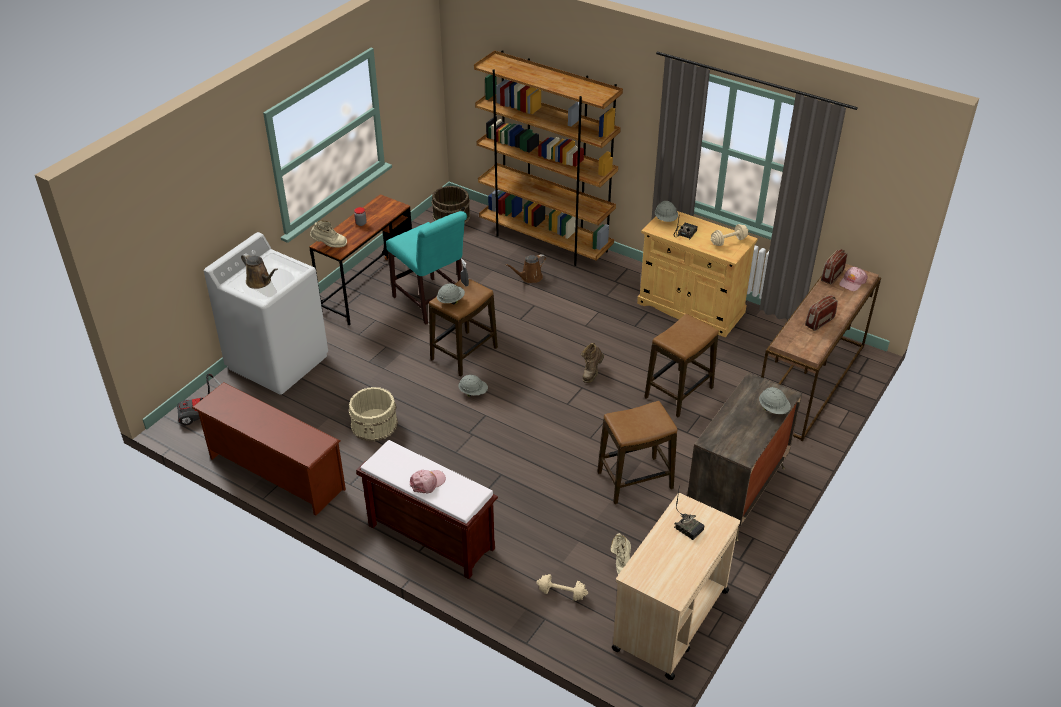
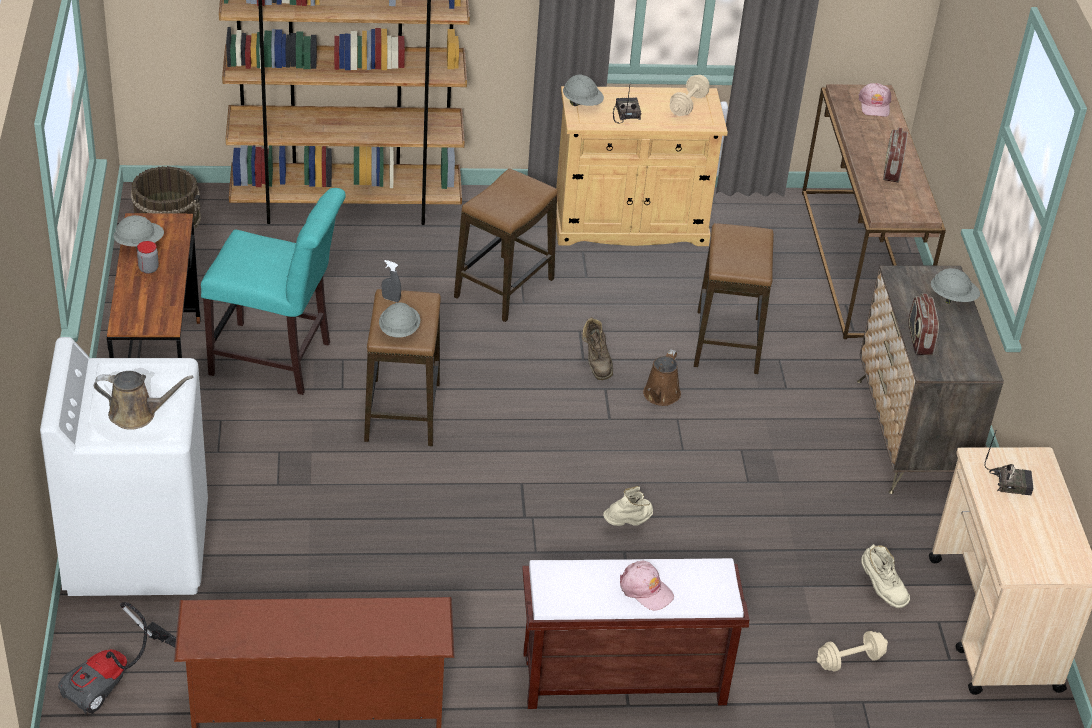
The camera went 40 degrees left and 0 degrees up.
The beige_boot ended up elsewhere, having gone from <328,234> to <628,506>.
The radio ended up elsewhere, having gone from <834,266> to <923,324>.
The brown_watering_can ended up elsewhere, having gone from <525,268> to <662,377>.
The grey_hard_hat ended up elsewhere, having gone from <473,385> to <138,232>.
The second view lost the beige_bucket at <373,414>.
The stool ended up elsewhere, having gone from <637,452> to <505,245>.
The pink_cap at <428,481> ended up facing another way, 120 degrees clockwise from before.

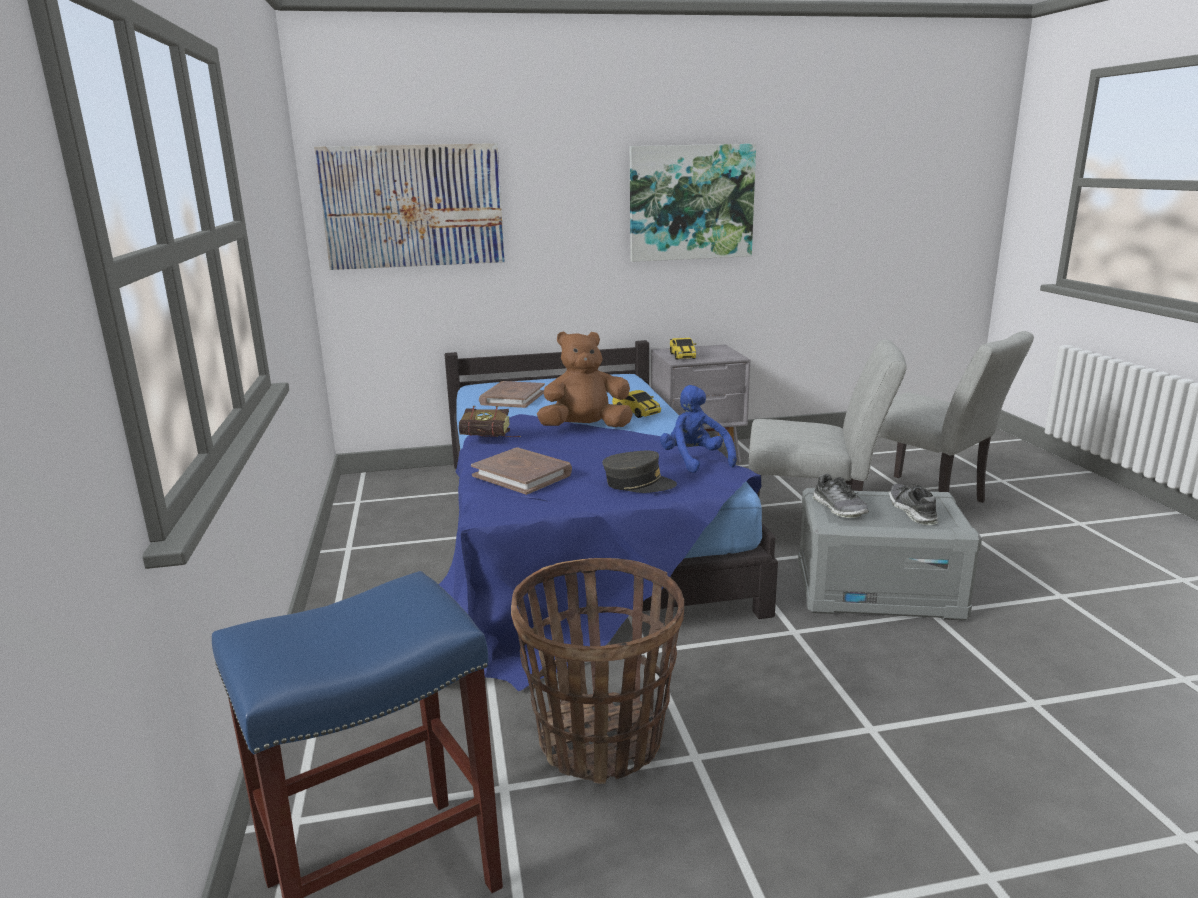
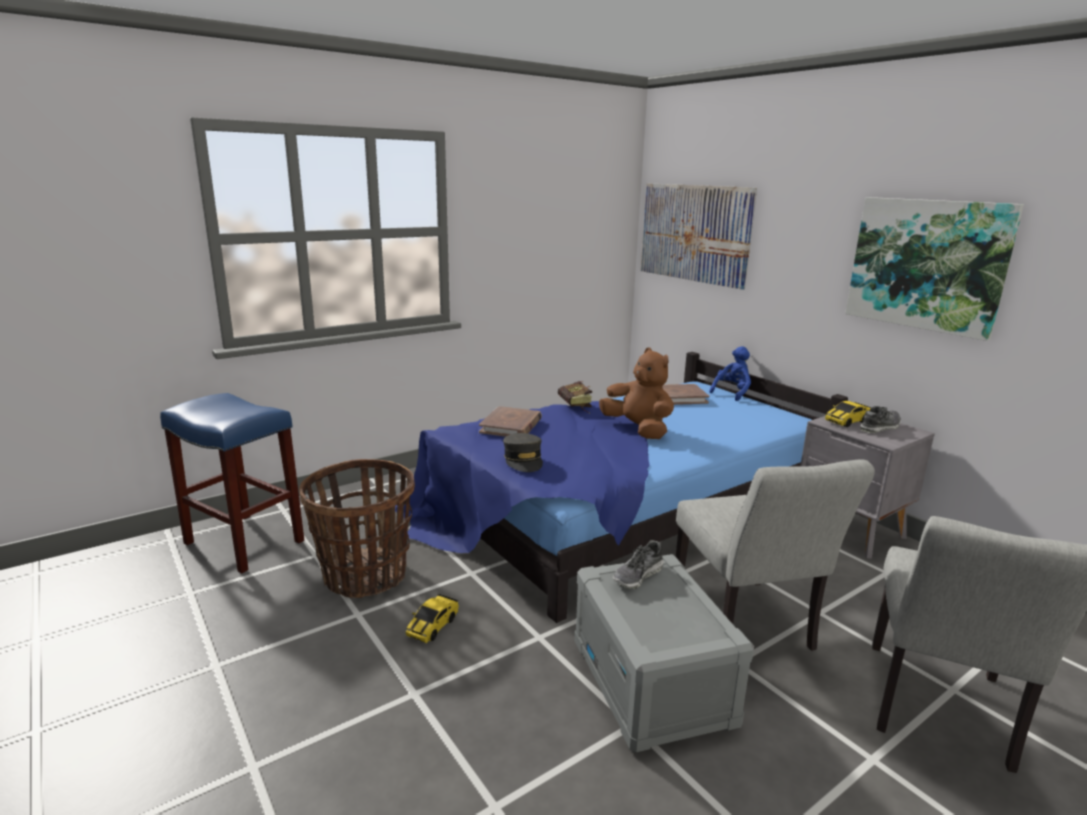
The camera went 65 degrees right and 0 degrees up.
The blue_plush_toy ended up elsewhere, having gone from <698,429> to <730,373>.
The toy_car ended up elsewhere, having gone from <636,404> to <432,618>.
The shoe ended up elsewhere, having gone from <913,504> to <880,420>.

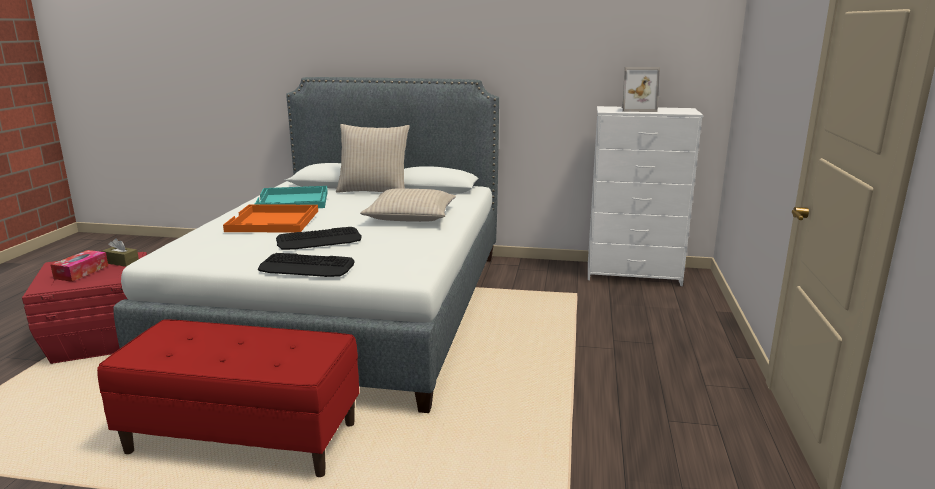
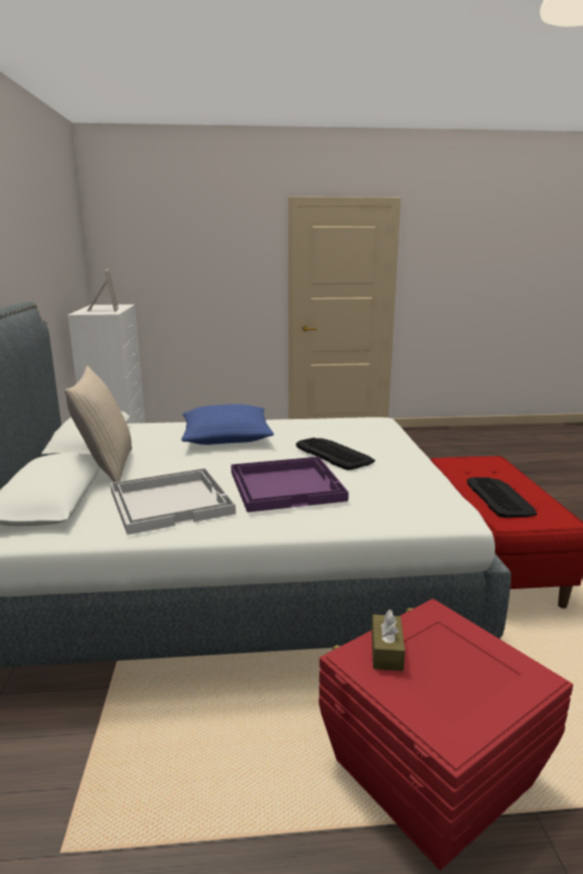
The camera went 105 degrees left and 0 degrees up.
What was the turquoise_tray at <291,197> turned into the white_tray at <173,501>.
What was the beige_pillow at <408,205> turned into the blue_pillow at <227,424>.
What was the orange_tray at <270,218> turned into the purple_tray at <290,484>.
The second view lost the tissue_box at <79,266>.
The keyboard ended up elsewhere, having gone from <306,265> to <502,497>.

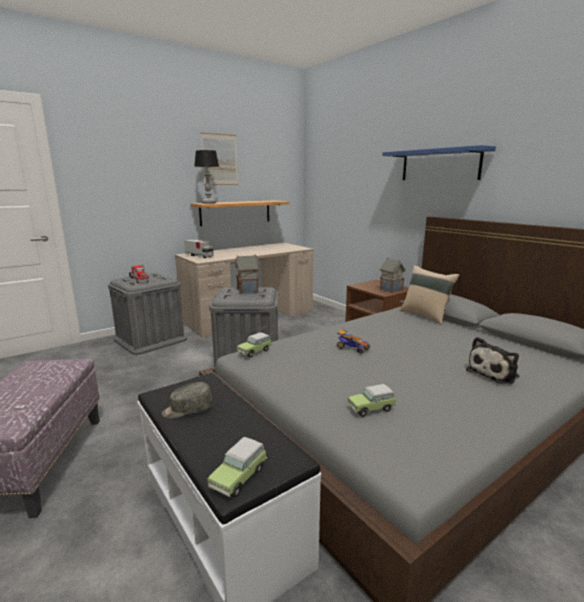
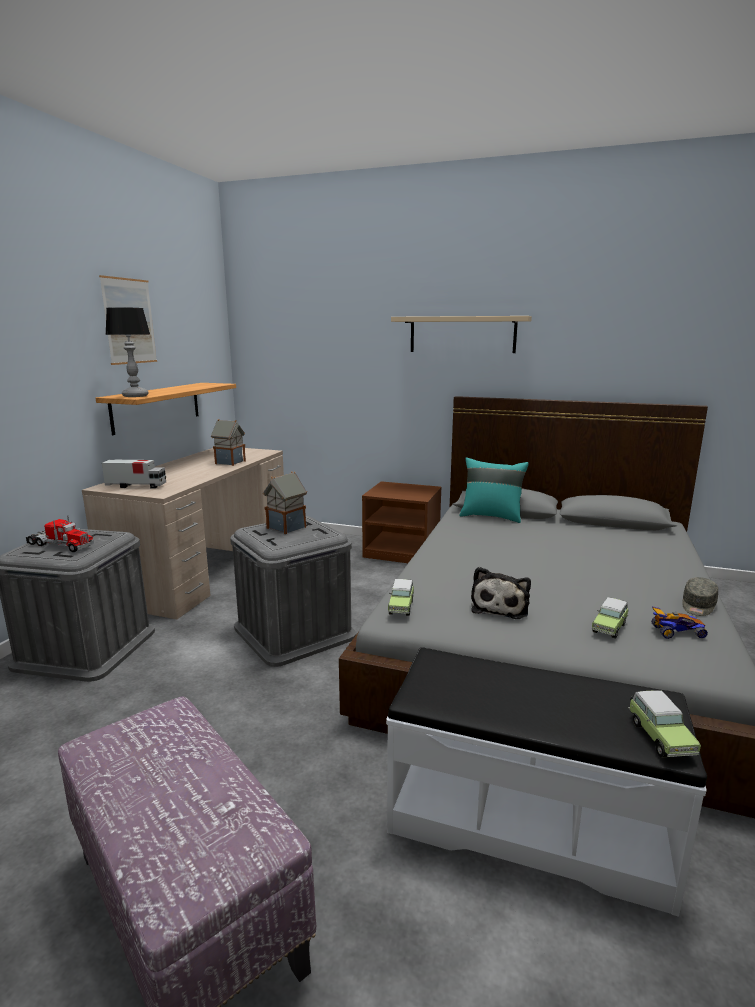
The camera went 35 degrees left and 0 degrees up.
What was the blue_shelf at <439,162> turned into the beige_shelf at <461,334>.
The toy_house ended up elsewhere, having gone from <393,275> to <228,442>.
What was the beige_pillow at <429,295> turned into the turquoise_pillow at <494,490>.
The toy_car ended up elsewhere, having gone from <353,341> to <679,622>.
The plush_toy ended up elsewhere, having gone from <492,360> to <501,593>.
The grey_cap ended up elsewhere, having gone from <187,400> to <700,596>.

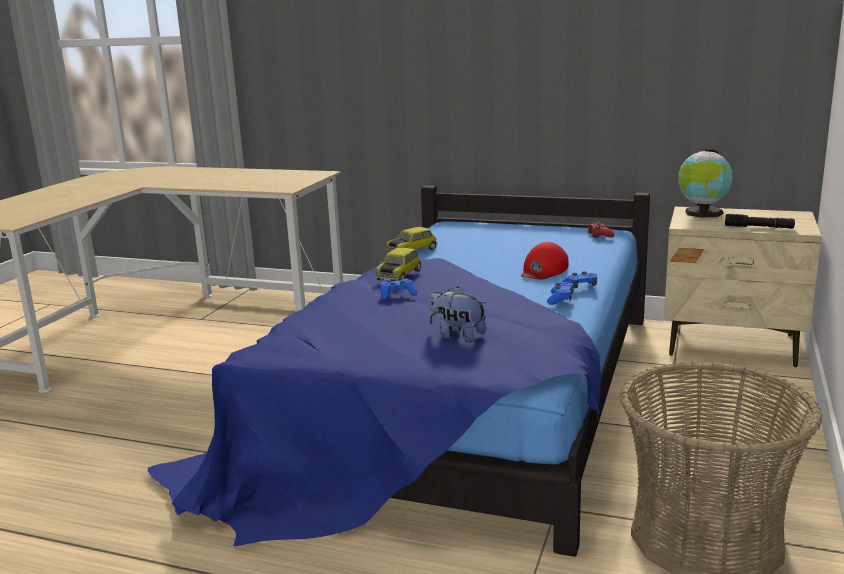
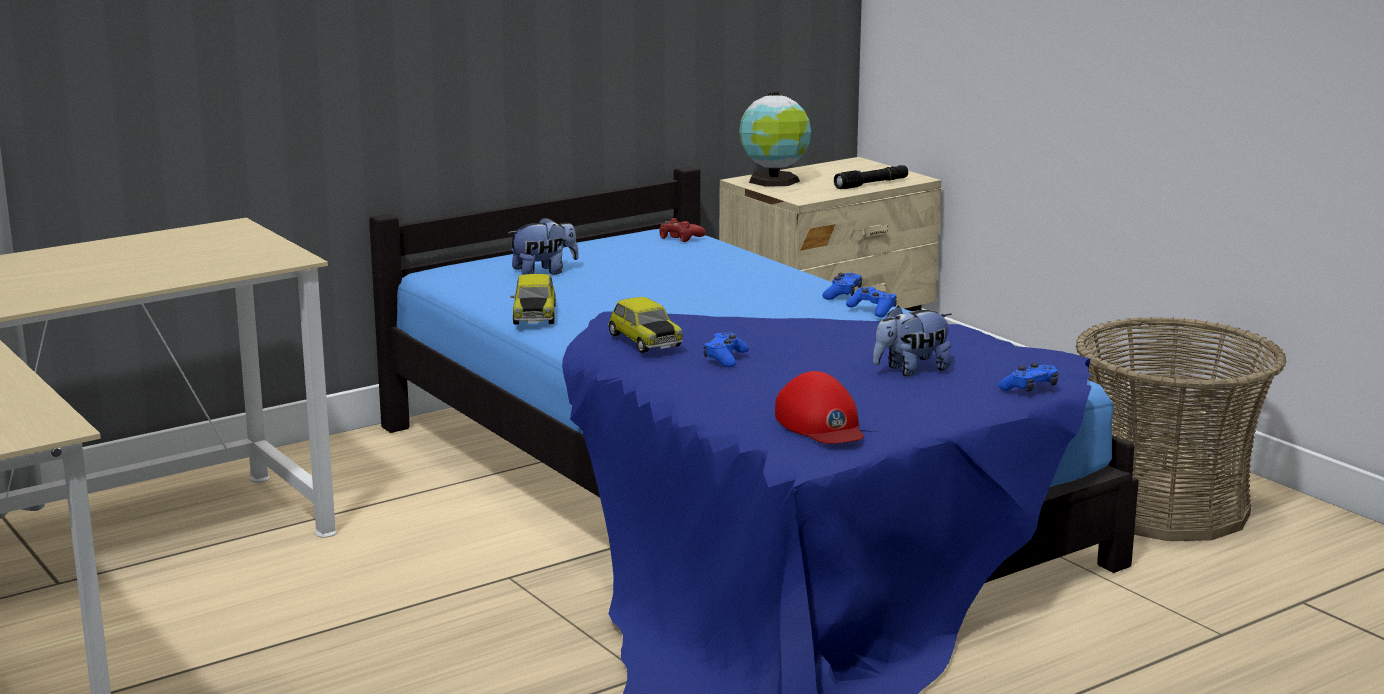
The camera went 55 degrees left and 0 degrees up.
The red_cap ended up elsewhere, having gone from <544,260> to <819,407>.
The second view gained the plush_toy at <543,246>.
The second view gained the blue_game_controller at <1028,377>.

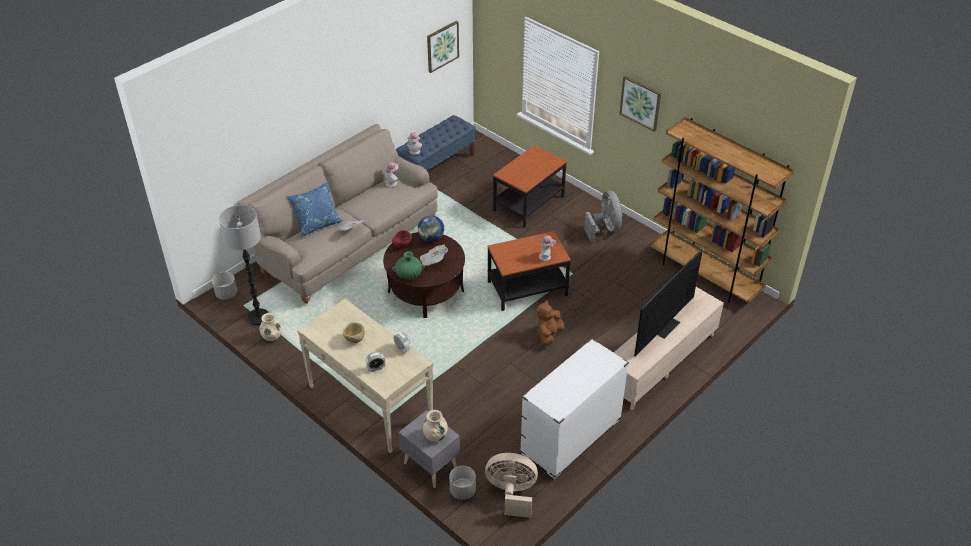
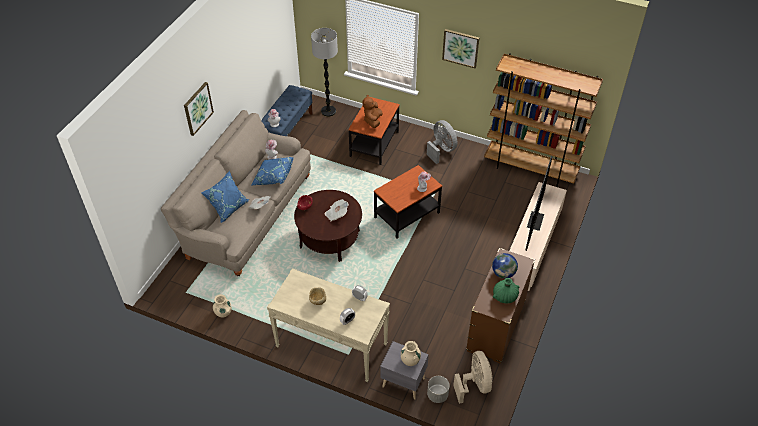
The camera went 20 degrees left and 5 degrees up.
The picture ended up elsewhere, having gone from <443,47> to <199,109>.
The floor_lamp ended up elsewhere, having gone from <244,265> to <324,72>.
The globe ended up elsewhere, having gone from <431,228> to <505,266>.
The green_vase ended up elsewhere, having gone from <408,265> to <506,290>.
The second view lost the grey_planter at <224,286>.
The brown_plush_toy ended up elsewhere, having gone from <551,323> to <373,111>.
What was the white_dresser at <574,409> turned into the brown_dresser at <500,305>.
The beige_fan at <511,485> ended up facing another way, 90 degrees clockwise from before.
The second view gained the blue_pillow at <272,171>.

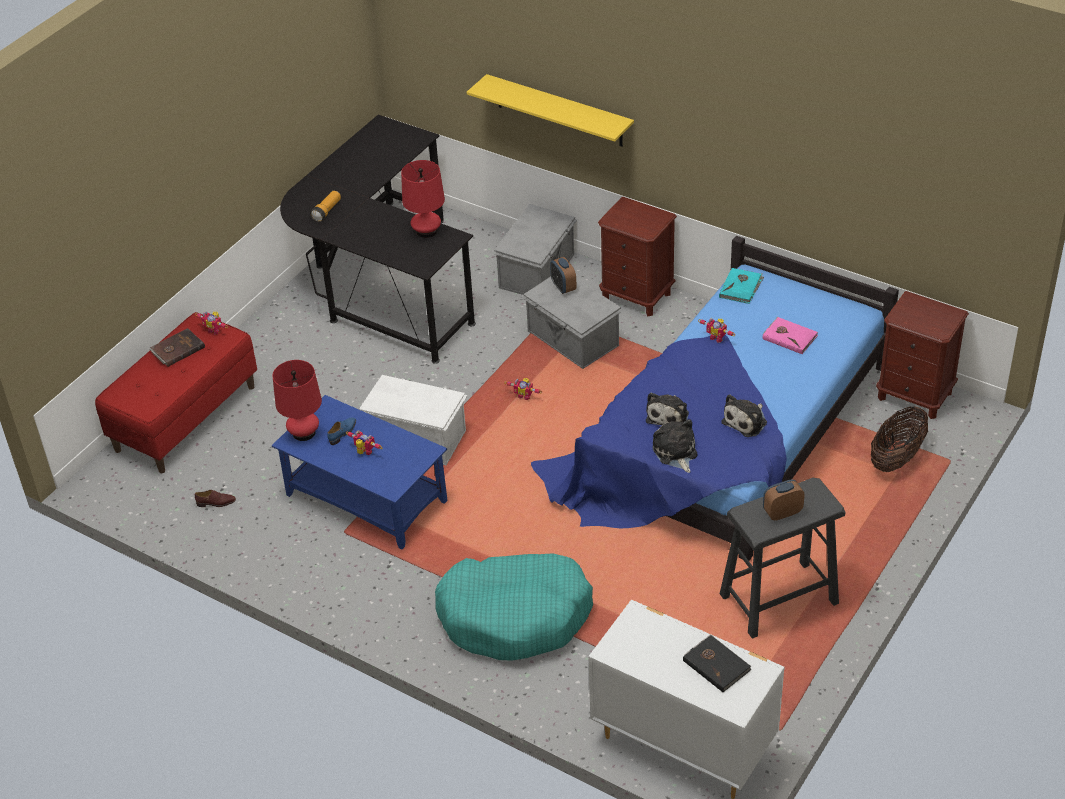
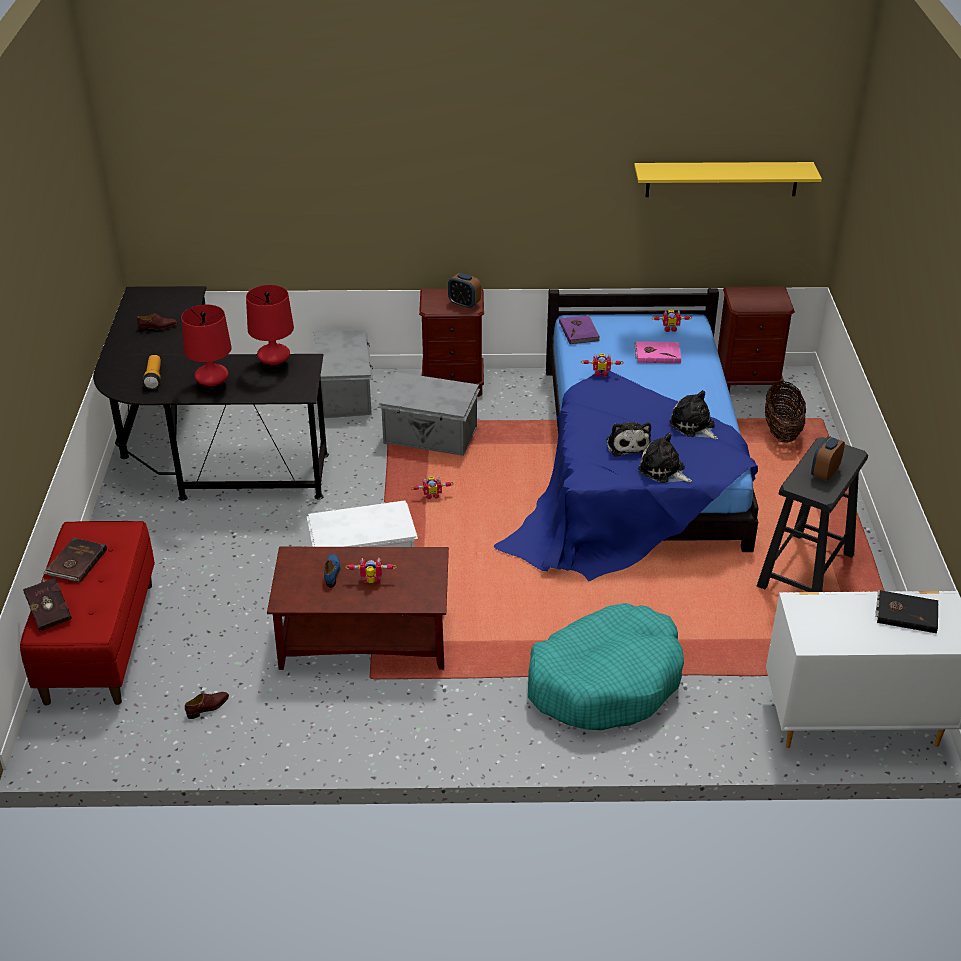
The camera went 35 degrees left and 5 degrees down.
The yellow_shelf ended up elsewhere, having gone from <550,110> to <728,179>.
The alarm_clock ended up elsewhere, having gone from <563,275> to <464,291>.
What was the turquoise_book at <741,286> turned into the purple_book at <579,329>.
The toy_robot ended up elsewhere, having gone from <211,323> to <672,321>.
The red_table_lamp ended up elsewhere, having gone from <297,400> to <206,348>.
The plush_toy at <744,415> ended up facing another way, 135 degrees clockwise from before.
What was the blue_coffee_table at <359,472> turned into the brown_coffee_table at <358,608>.
The second view gained the brown_shoe at <157,322>.
The second view gained the red_book at <47,605>.

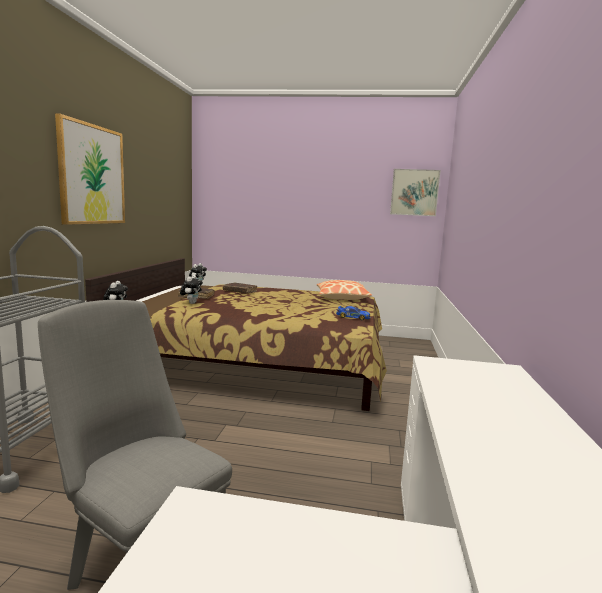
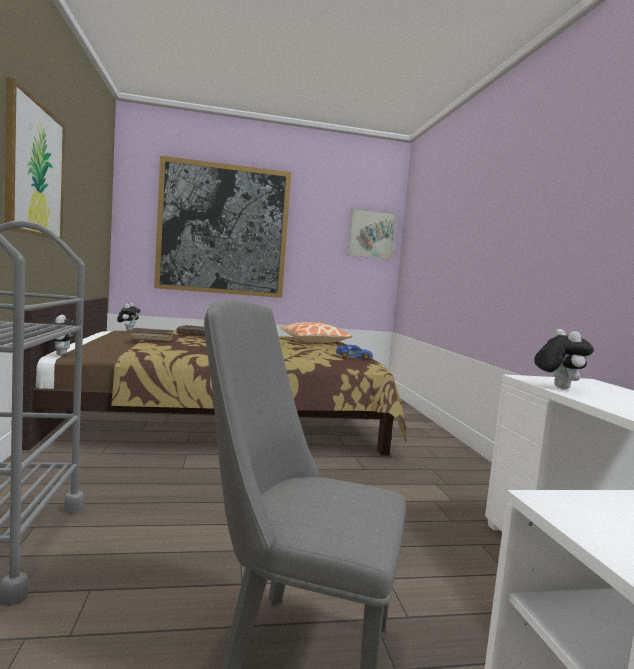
The camera went 20 degrees left and 5 degrees down.
The plush_toy ended up elsewhere, having gone from <191,289> to <564,359>.
The second view gained the picture at <222,227>.

